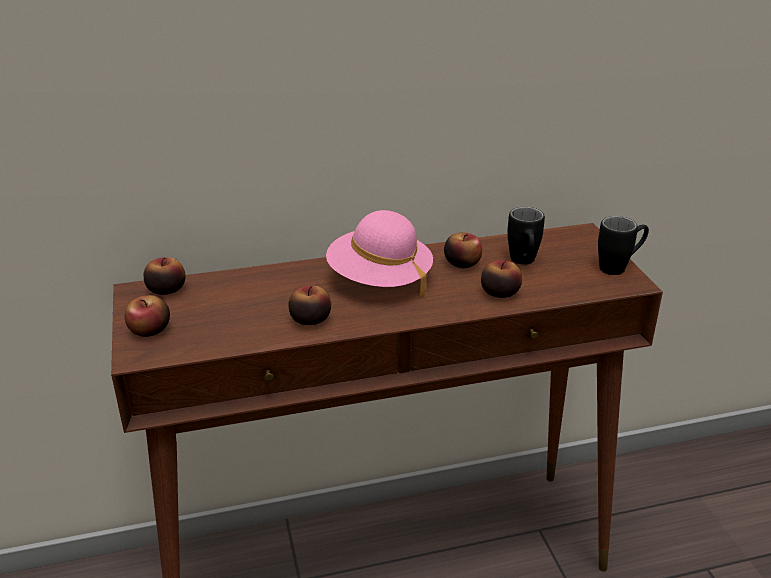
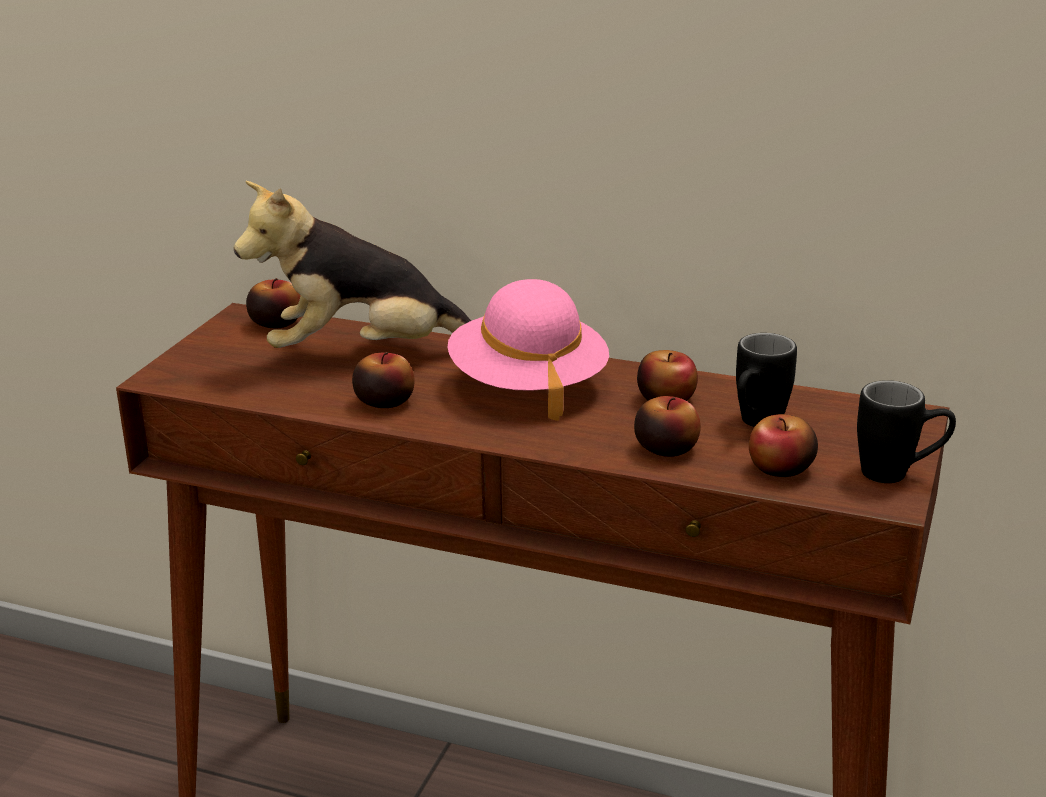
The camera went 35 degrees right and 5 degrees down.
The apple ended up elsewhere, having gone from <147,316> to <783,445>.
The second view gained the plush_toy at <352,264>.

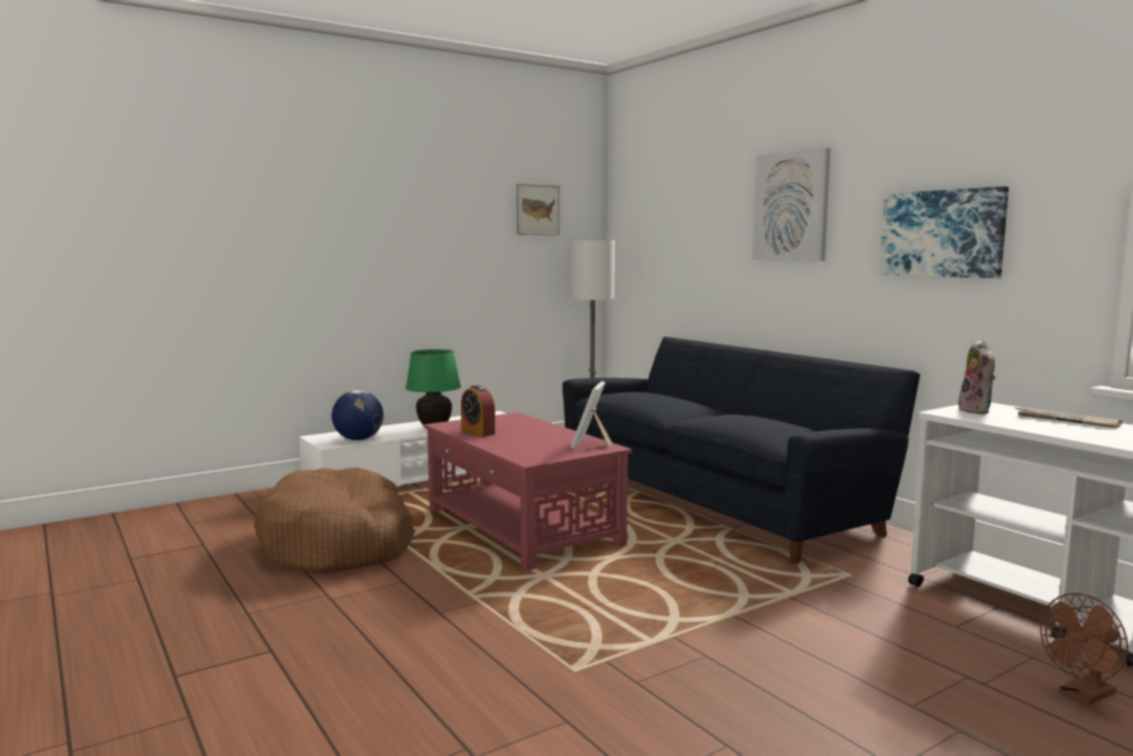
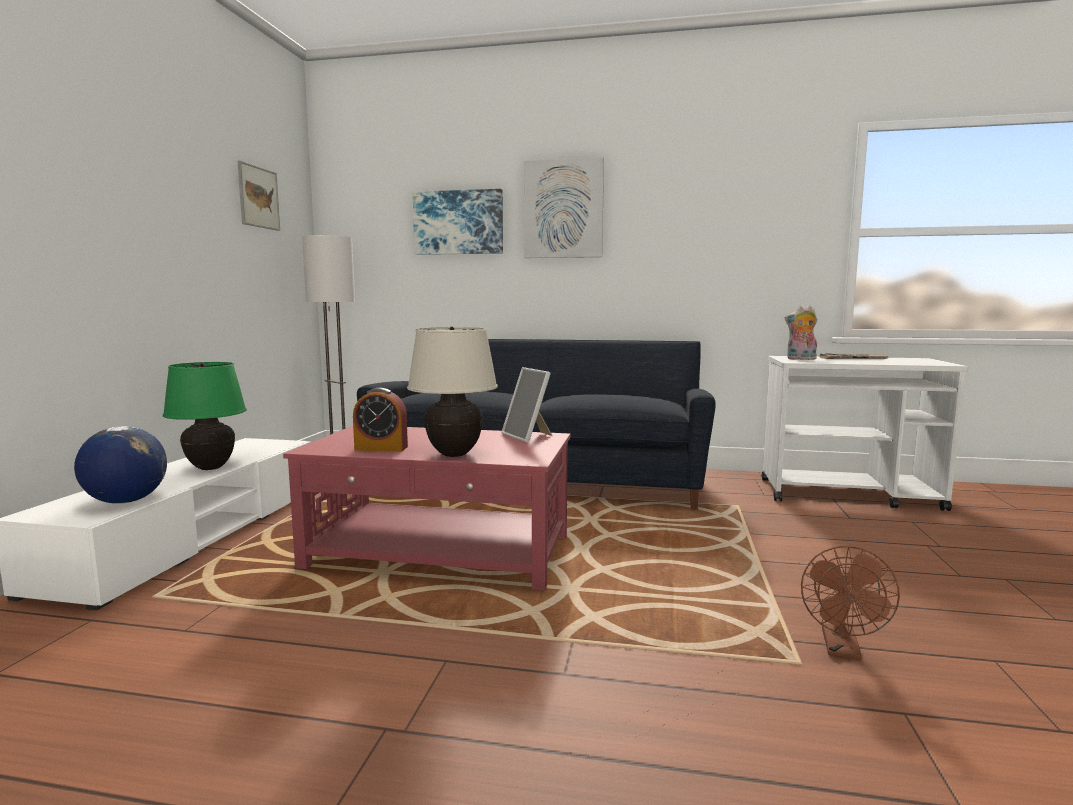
The camera went 45 degrees left and 0 degrees up.
The picture ended up elsewhere, having gone from <944,232> to <458,222>.
The plush_toy at <977,376> ended up facing another way, 150 degrees clockwise from before.
The second view lost the brown_dog_bed at <334,521>.
The brown_fan ended up elsewhere, having gone from <1084,649> to <850,603>.
The second view gained the beige_table_lamp at <452,391>.

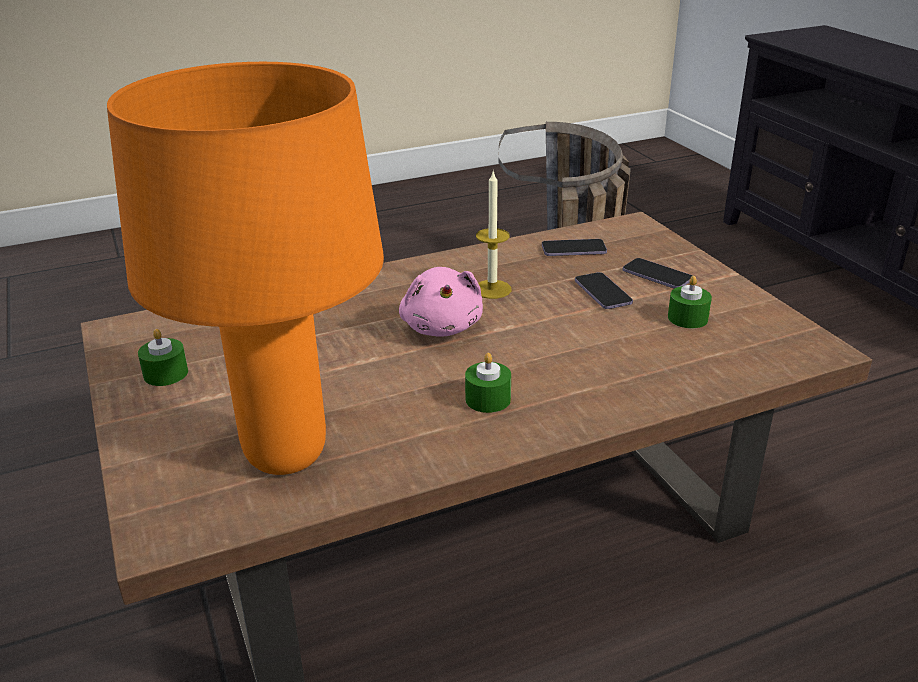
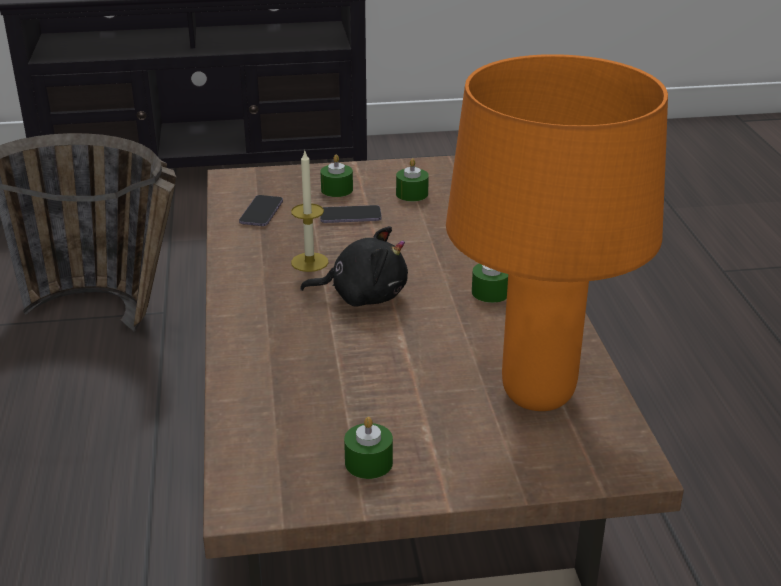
The camera went 75 degrees left and 0 degrees up.
Where the phone stood at <657,273>, the green_candle came to stand at <336,175>.
What was the pink_plush_toy at <441,302> turned into the black_plush_toy at <354,266>.

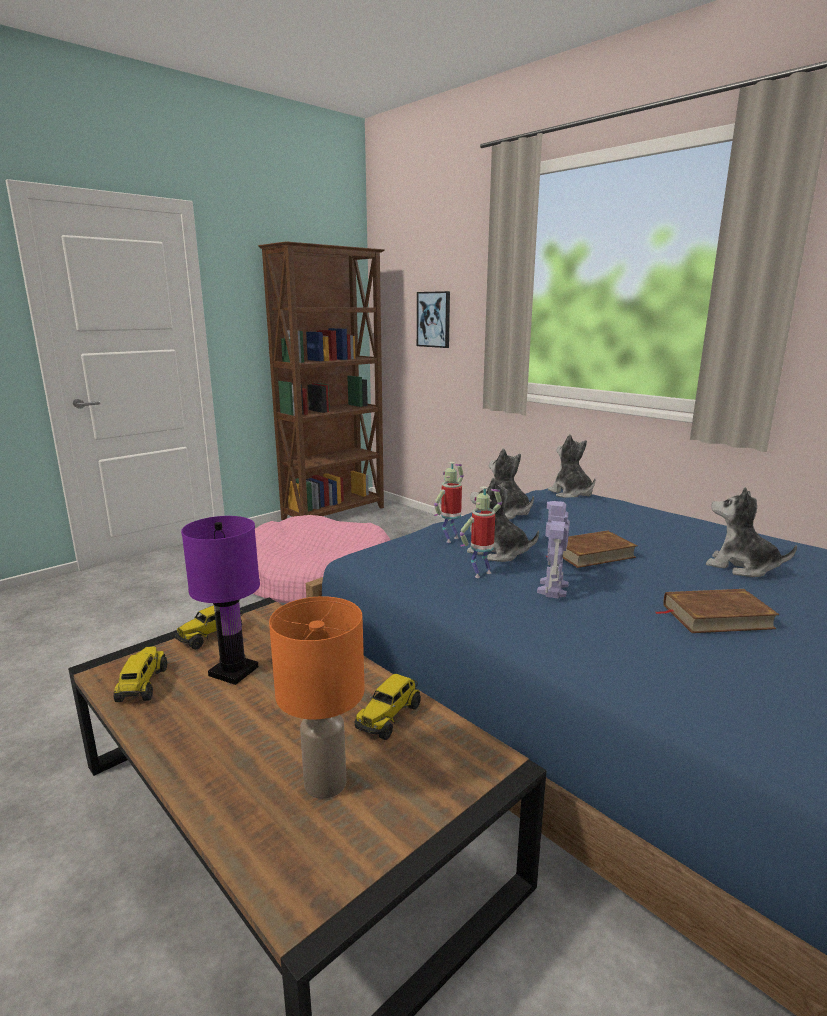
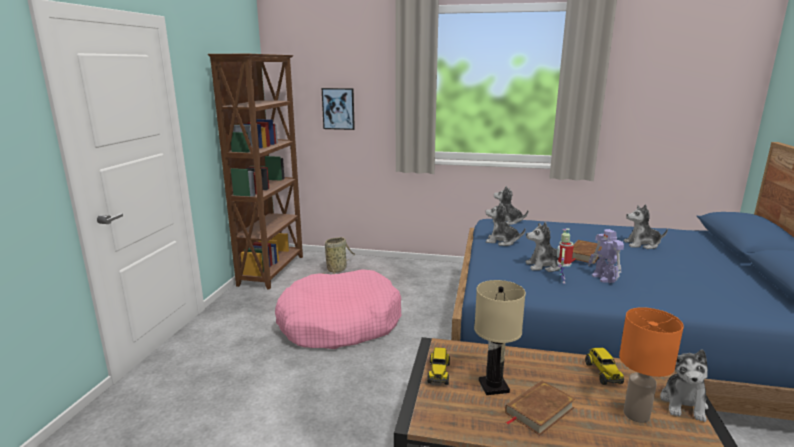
The camera went 35 degrees left and 0 degrees up.
The second view lost the toy_robot at <449,502>.
What was the purple_table_lamp at <220,600> turned into the beige_table_lamp at <500,337>.
The brown_book ended up elsewhere, having gone from <716,611> to <540,407>.
The second view lost the toy_truck at <140,674>.
The second view gained the basket at <339,255>.
The second view gained the plush_toy at <684,385>.

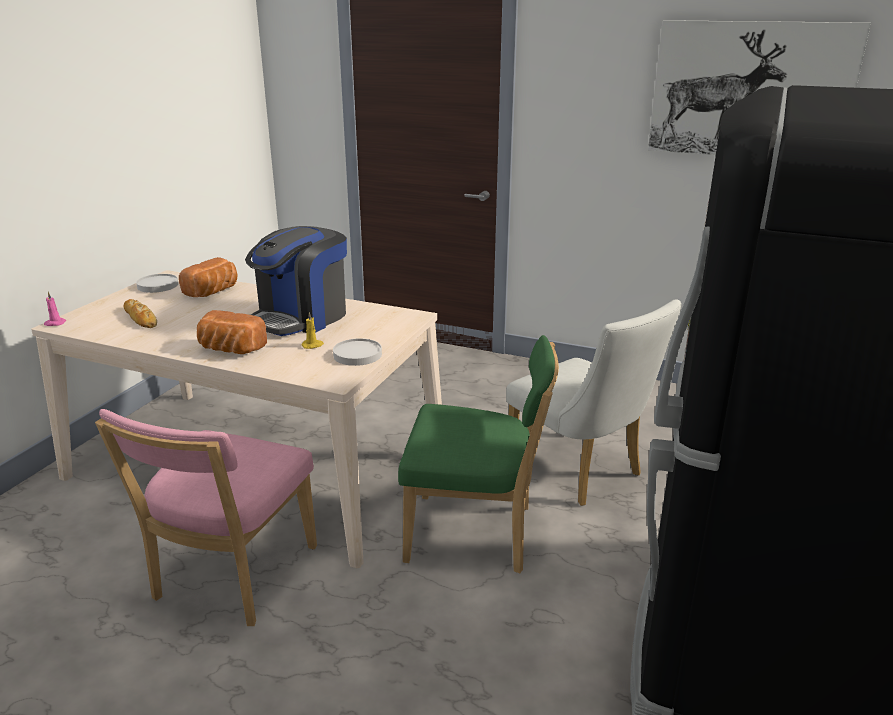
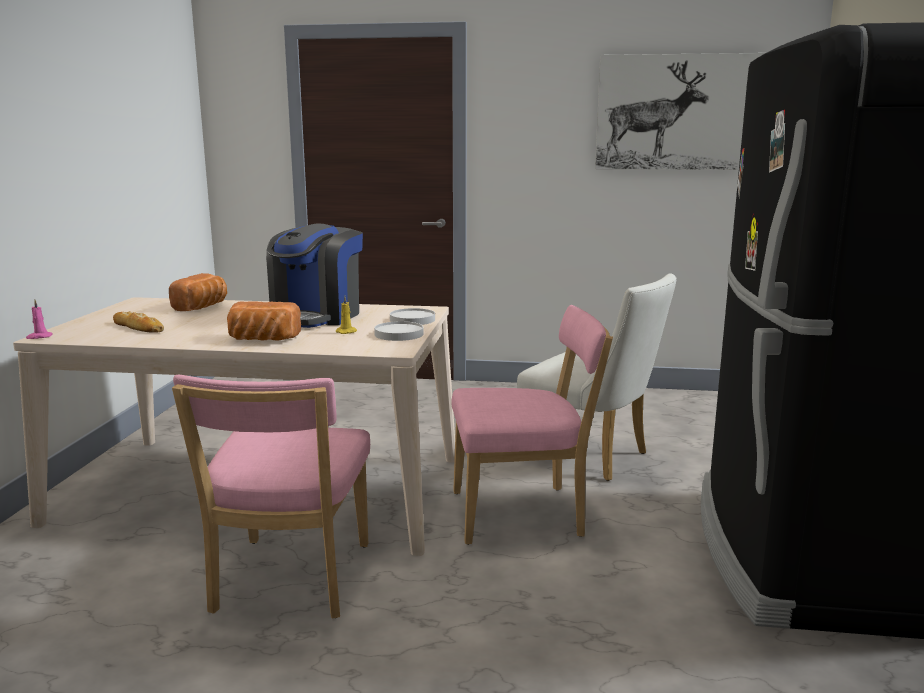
The camera went 15 degrees left and 10 degrees down.
The white_plate ended up elsewhere, having gone from <157,283> to <412,316>.
What was the green_chair at <478,454> turned into the pink_chair at <532,425>.

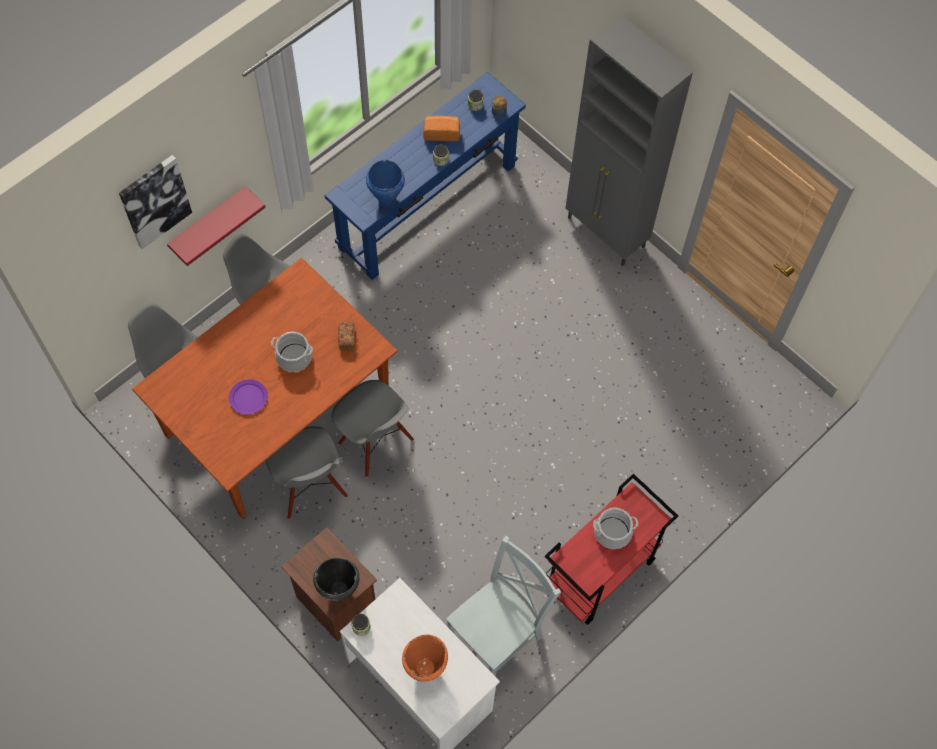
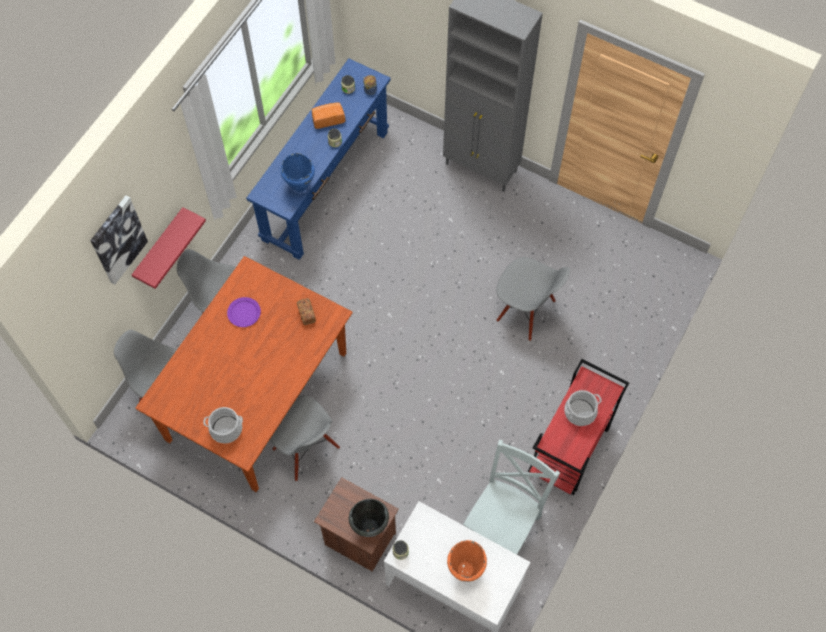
The camera went 15 degrees left and 0 degrees up.
The cooking_pot ended up elsewhere, having gone from <292,352> to <223,425>.
The purple_plate ended up elsewhere, having gone from <248,397> to <244,312>.
The grey_chair ended up elsewhere, having gone from <373,428> to <533,299>.

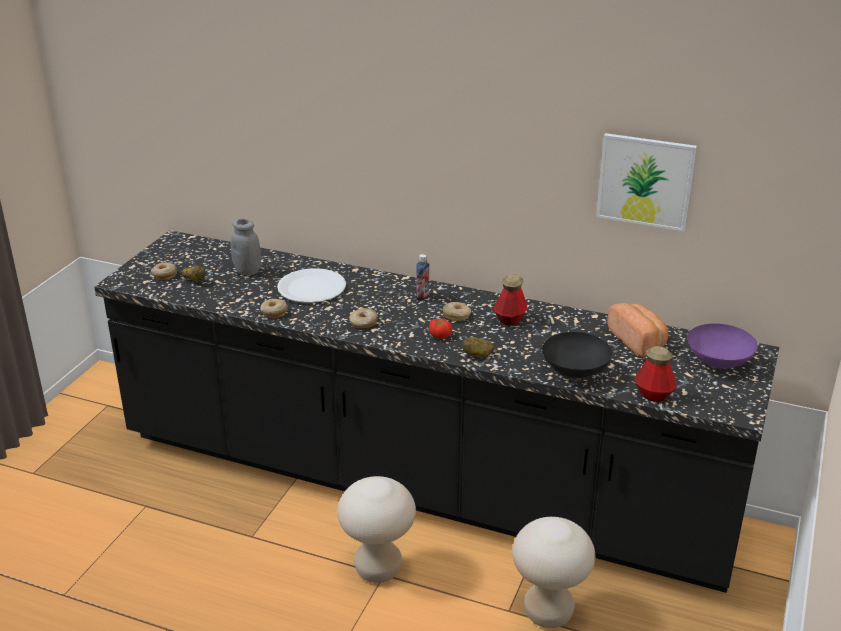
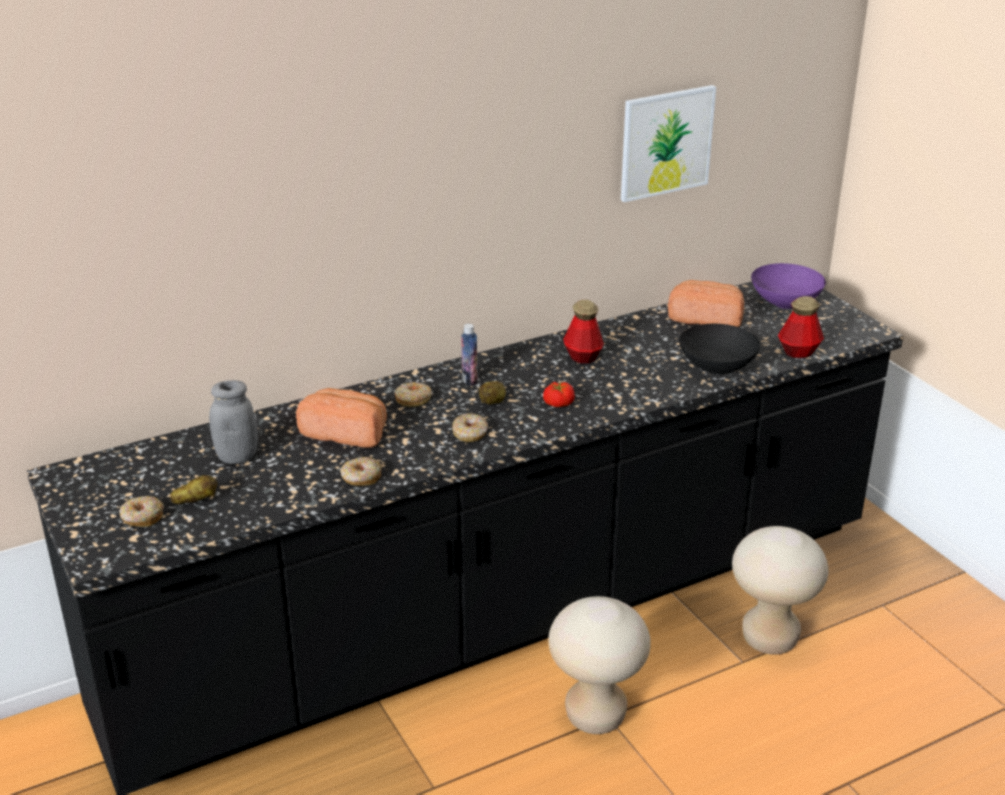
The camera went 50 degrees left and 0 degrees up.
Where the white_plate stood at <311,285>, the bread came to stand at <341,418>.
The donut ended up elsewhere, having gone from <456,311> to <413,394>.
The potato ended up elsewhere, having gone from <478,347> to <492,393>.

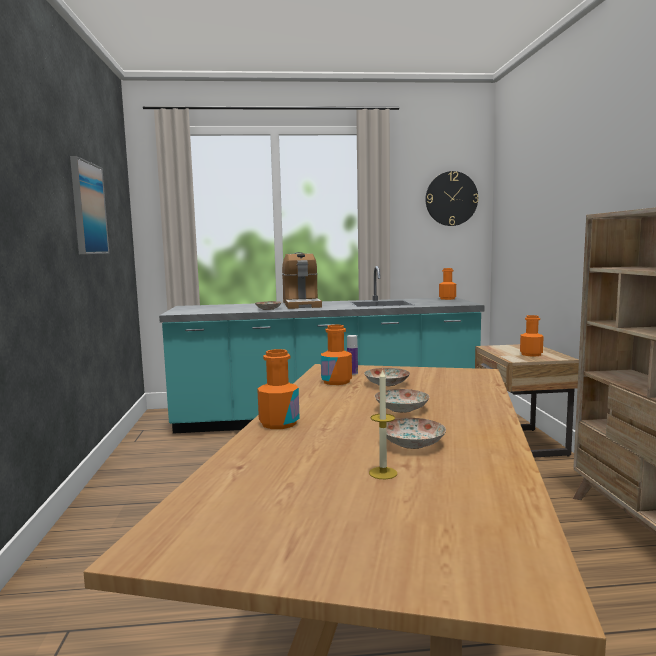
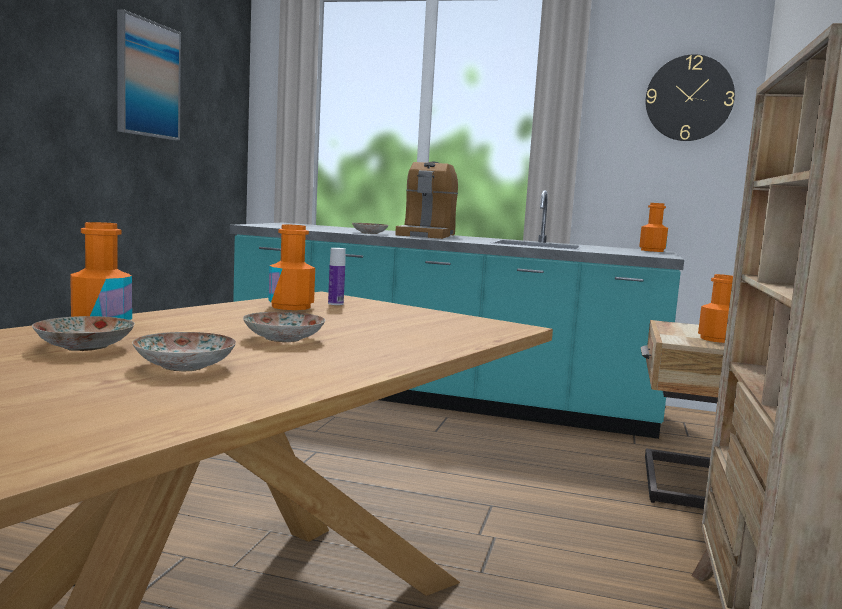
The camera went 20 degrees right and 0 degrees up.
The plate ended up elsewhere, having gone from <387,377> to <83,333>.
The second view lost the candle at <383,424>.

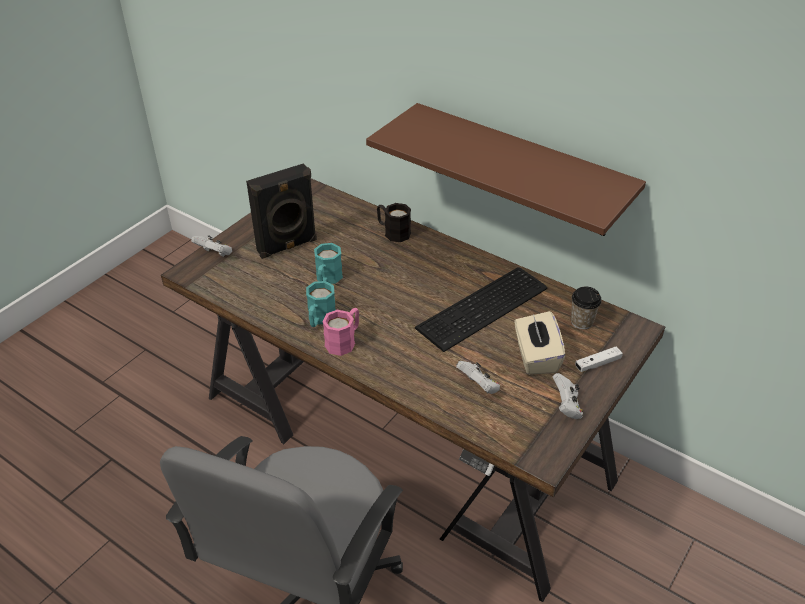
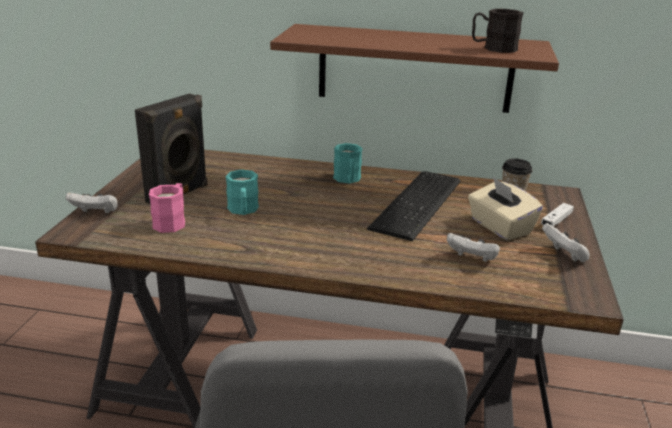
The camera went 25 degrees left and 15 degrees down.
The black_mug ended up elsewhere, having gone from <394,222> to <498,31>.
The turquoise_mug ended up elsewhere, having gone from <321,304> to <348,163>.
The pink_mug ended up elsewhere, having gone from <340,332> to <167,208>.

